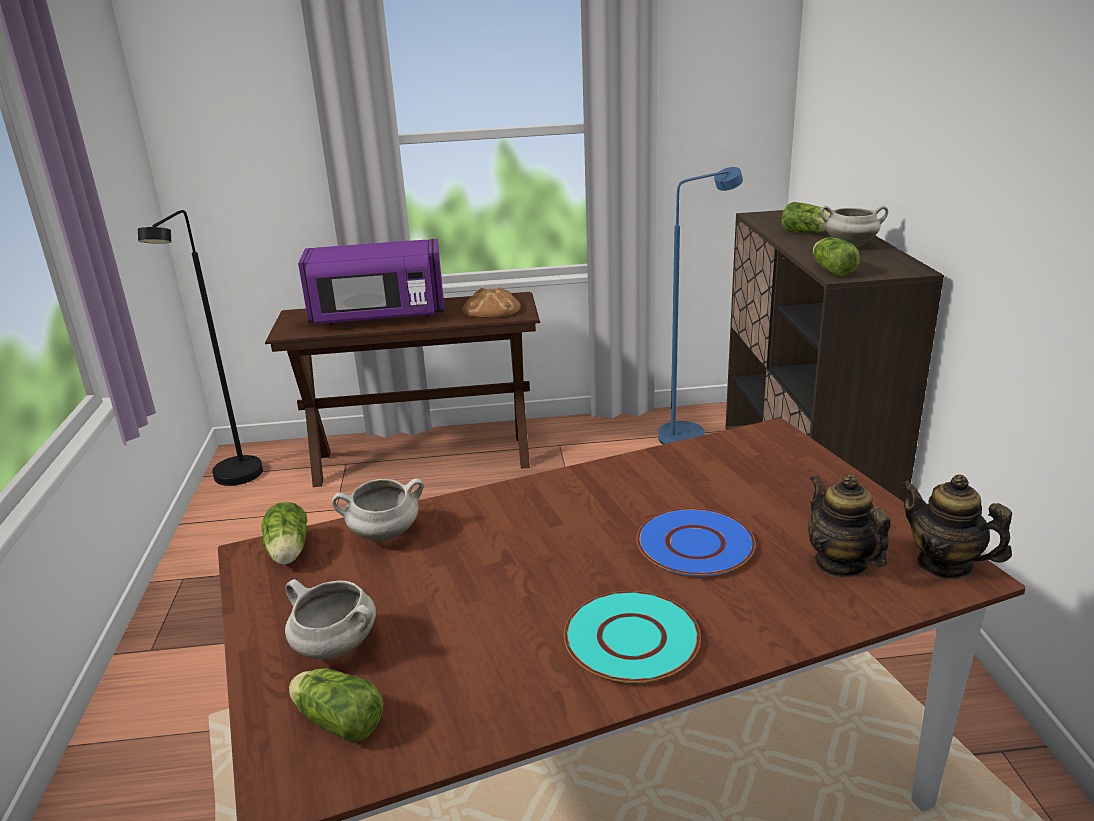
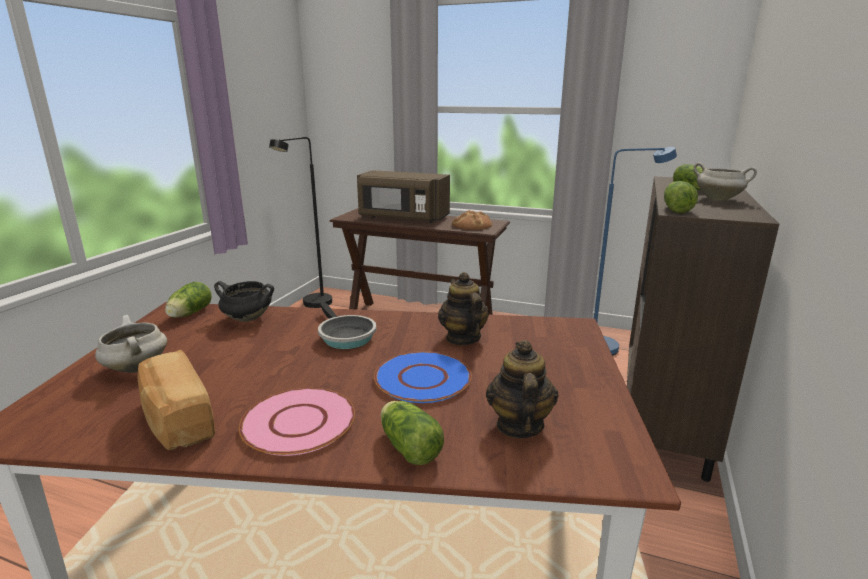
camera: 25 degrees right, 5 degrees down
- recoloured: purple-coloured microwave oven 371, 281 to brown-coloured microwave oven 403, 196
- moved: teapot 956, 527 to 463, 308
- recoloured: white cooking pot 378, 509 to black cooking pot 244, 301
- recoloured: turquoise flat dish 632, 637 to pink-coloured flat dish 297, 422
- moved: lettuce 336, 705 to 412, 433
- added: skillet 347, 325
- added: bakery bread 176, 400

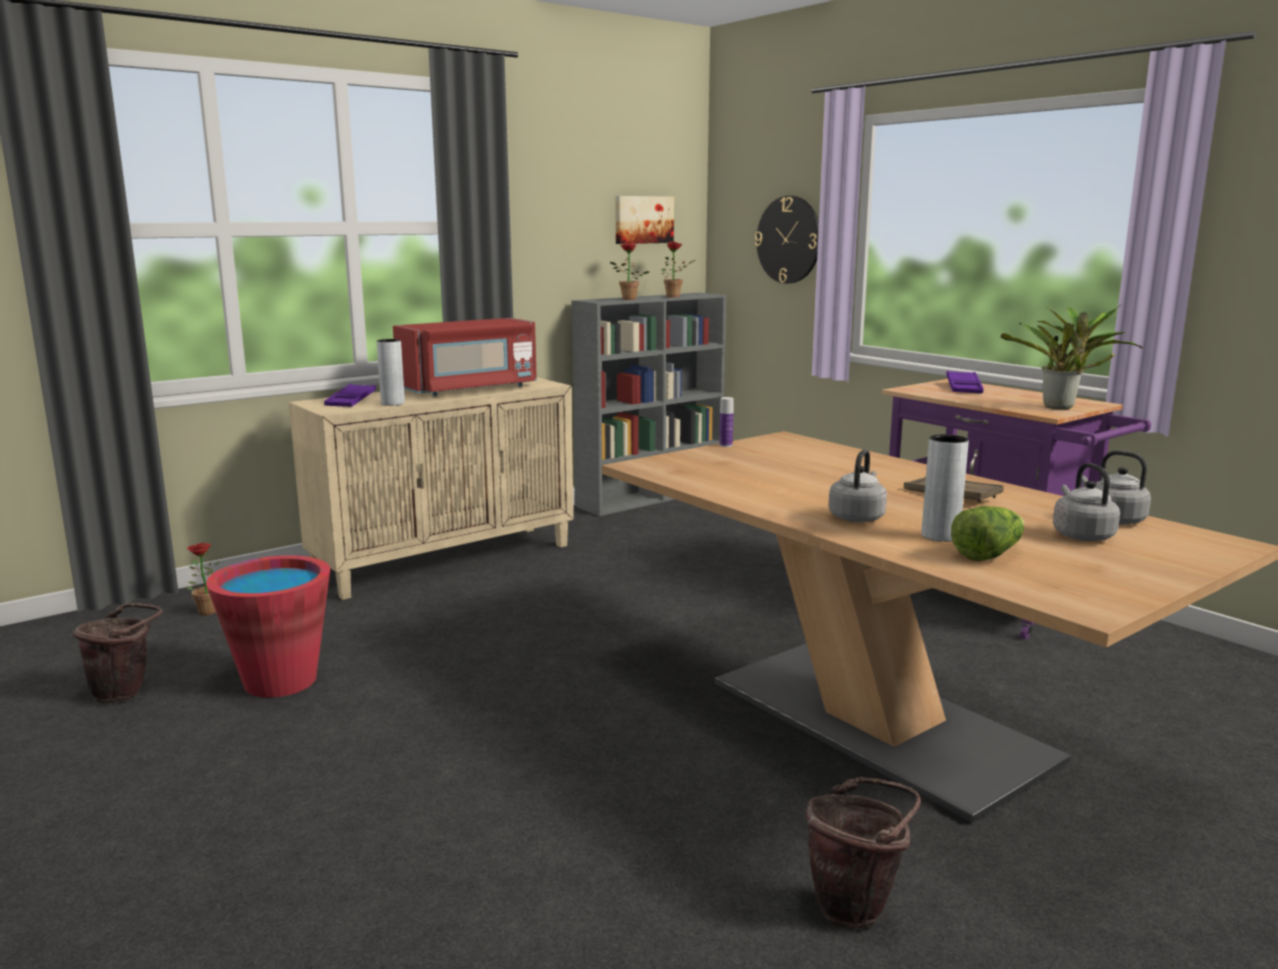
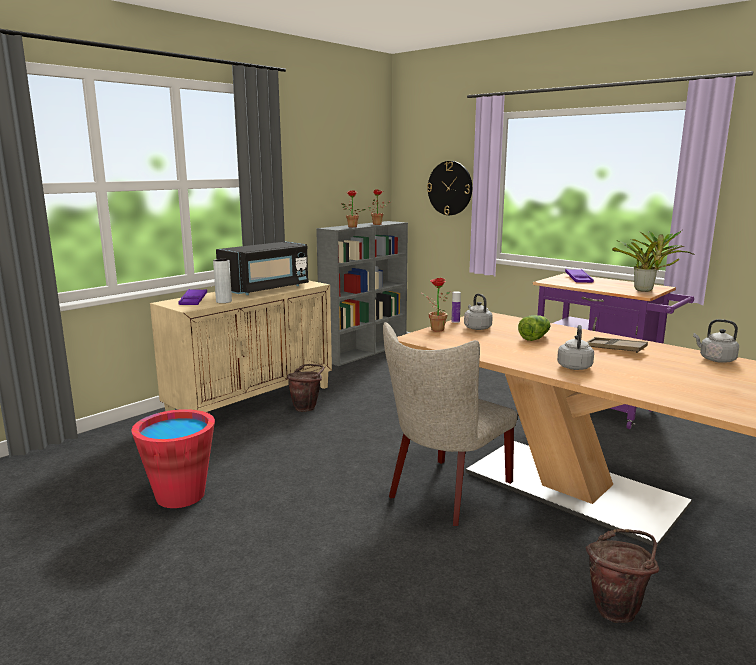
camera: 10 degrees left, 0 degrees up
- removed: wall picture 644, 220
- recoloured: red microwave oven 465, 357 to black microwave oven 262, 268
- removed: greyish decorative vase 945, 488
- moved: greyish tea kettle 1086, 502 to 478, 312
- moved: lettuce 987, 533 to 534, 328
- moved: houseplant 203, 579 to 435, 305
- moved: brown-coloured water bucket 117, 653 to 305, 388
- added: beige chair 450, 424

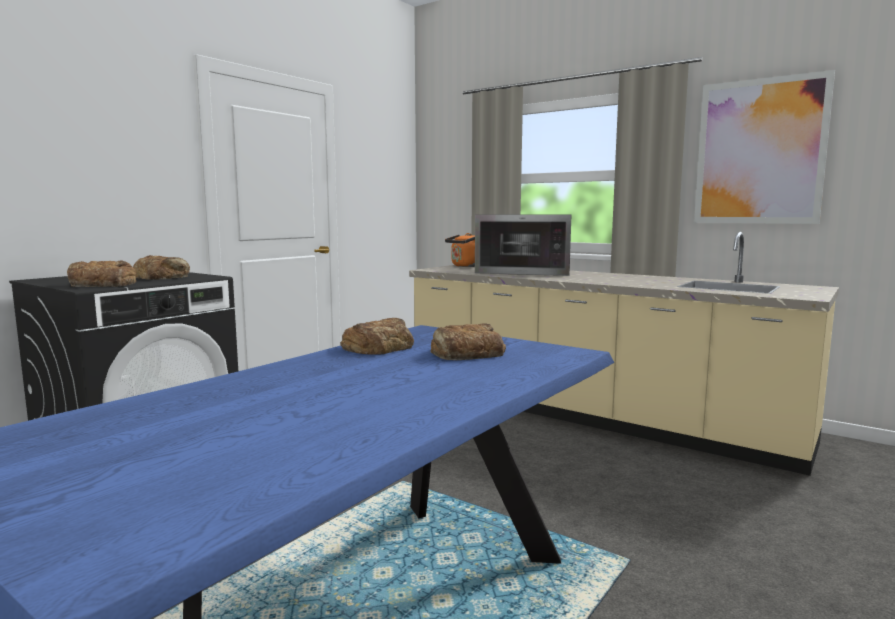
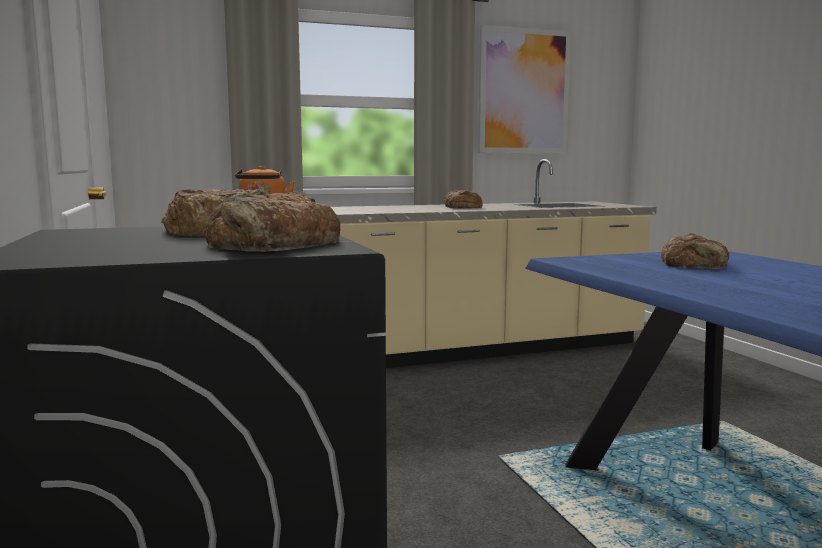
camera: 55 degrees left, 0 degrees up
- removed: microwave oven 523, 245
- moved: bakery bread 377, 336 to 463, 199

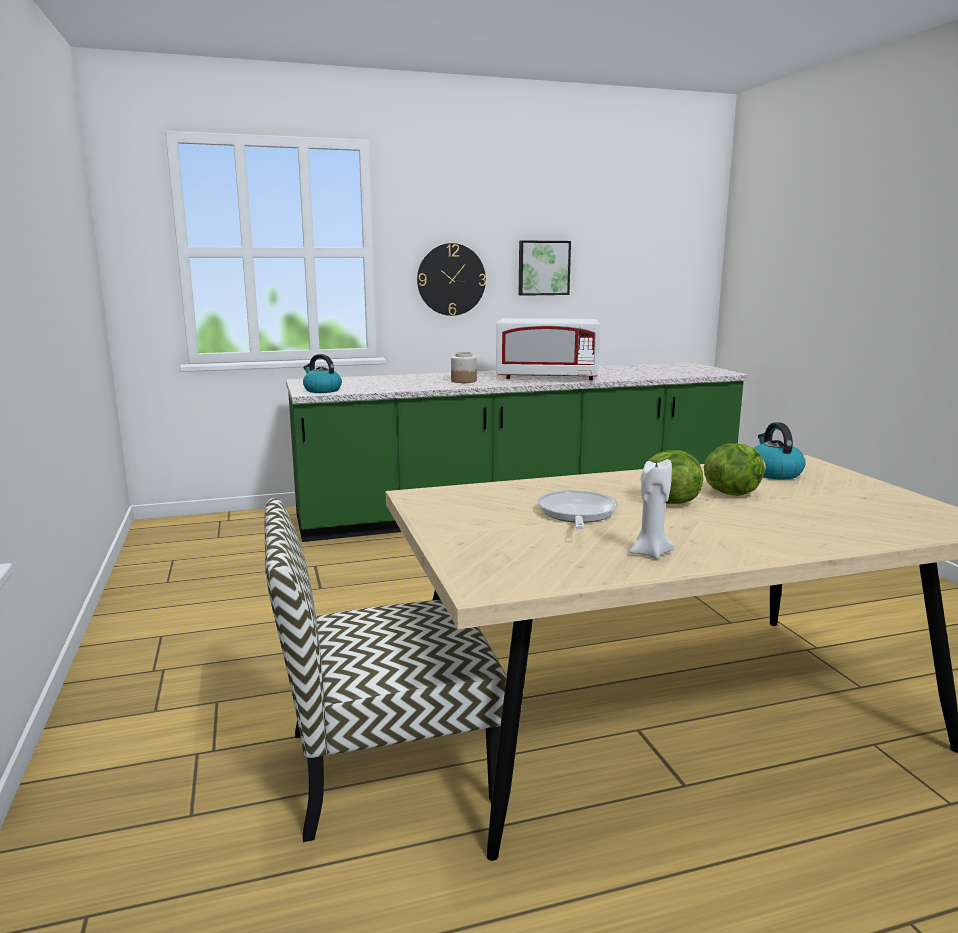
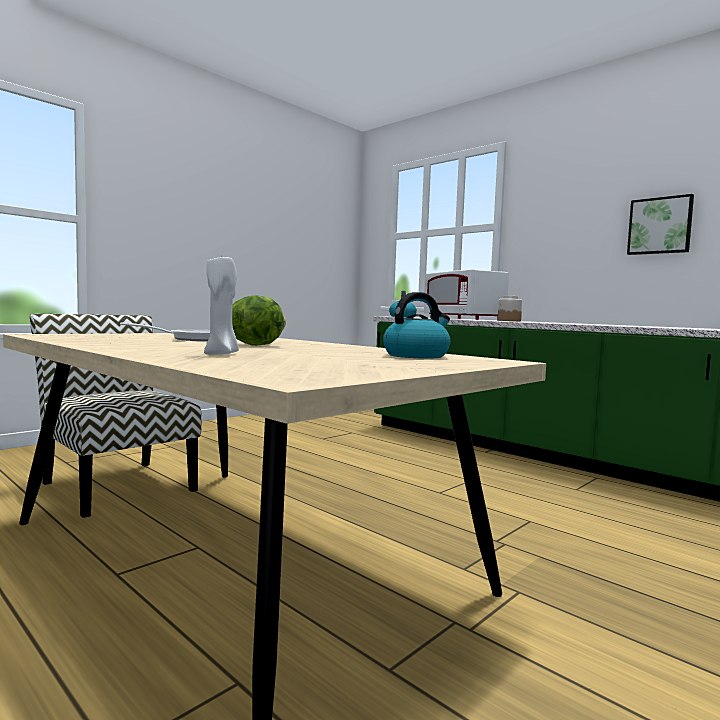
camera: 60 degrees right, 10 degrees down
- removed: wall clock 451, 279
- moved: white microwave oven 548, 349 to 466, 294
- removed: lettuce 735, 469
- moved: white wax light 652, 509 to 221, 306

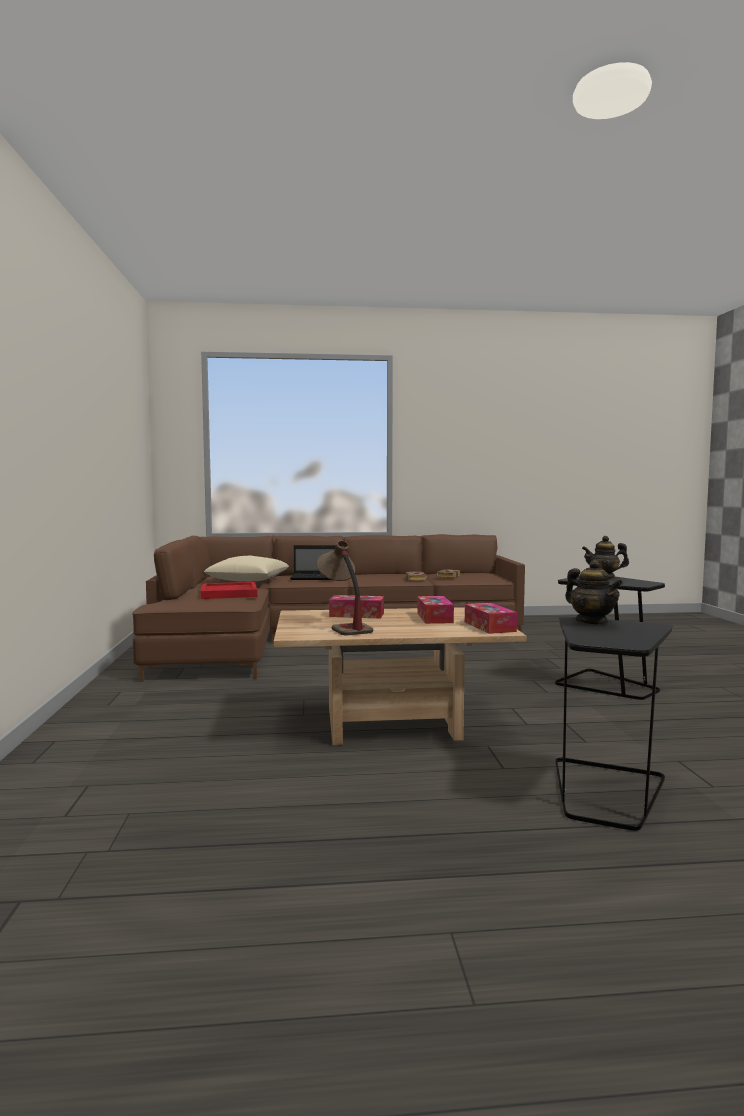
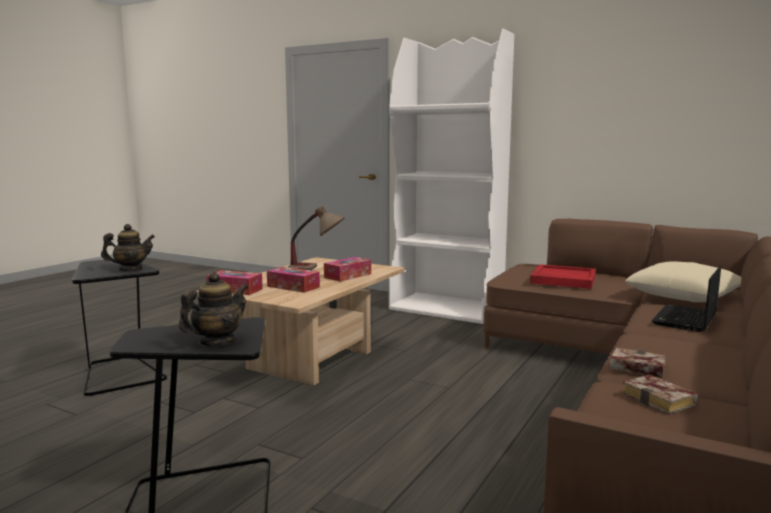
camera: 125 degrees right, 5 degrees up
- turned: teapot 594, 592 = 128, 247 150 degrees clockwise
- added: white bookshelf 451, 176

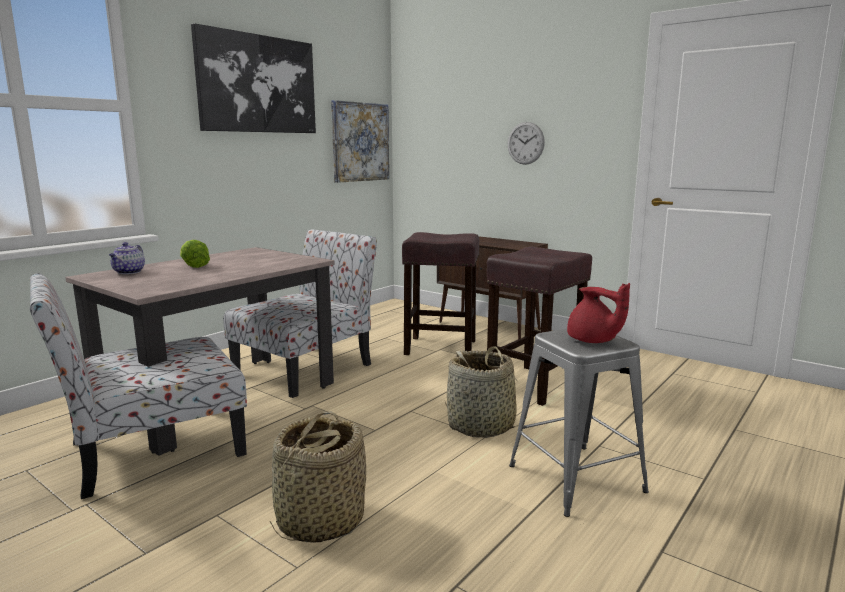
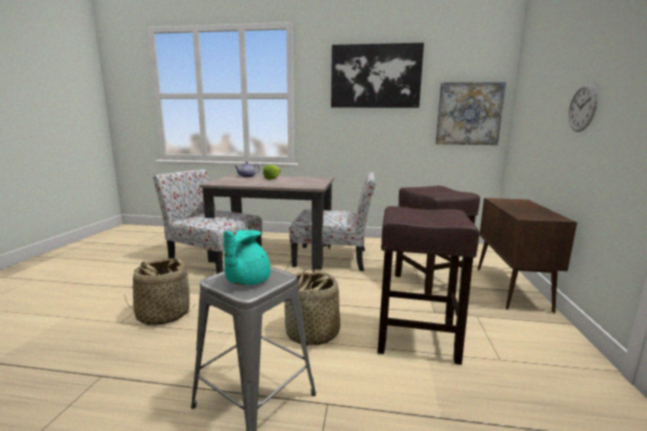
camera: 60 degrees right, 0 degrees up
- recoloured: red teapot 598, 313 to turquoise teapot 246, 257

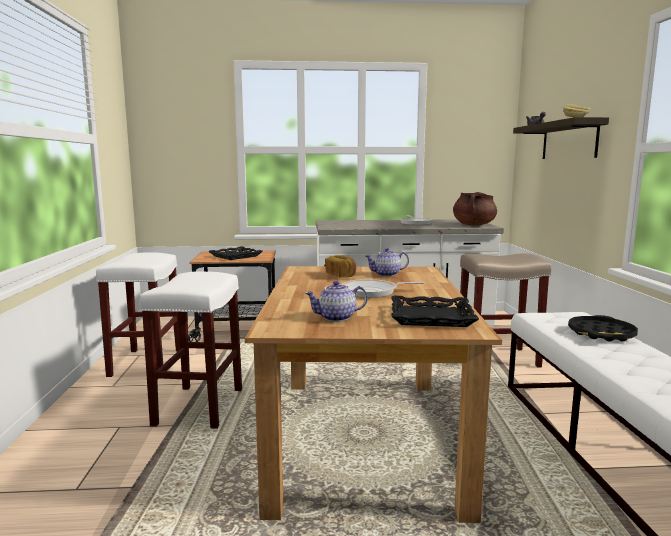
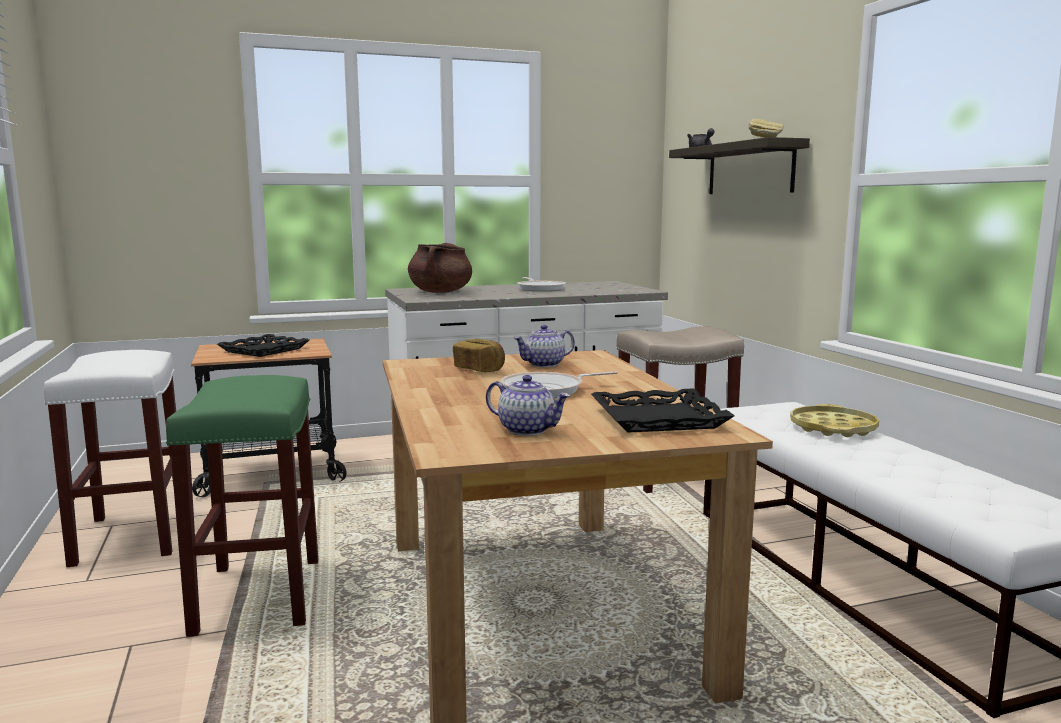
camera: 15 degrees left, 0 degrees up
- moved: brown-coloured cooking pot 475, 209 to 440, 268
- recoloured: white stool 191, 350 to green-coloured stool 242, 506
- turned: teapot 336, 301 = 528, 405 120 degrees counterclockwise
- recoloured: black tray 603, 328 to yellow tray 834, 420

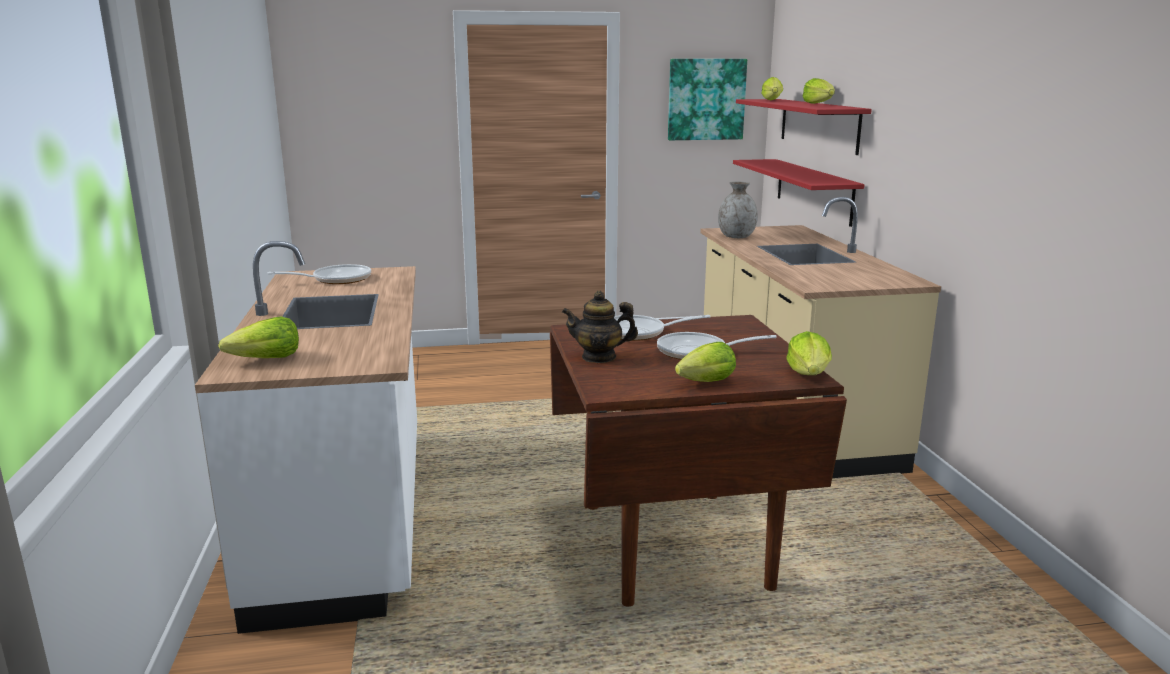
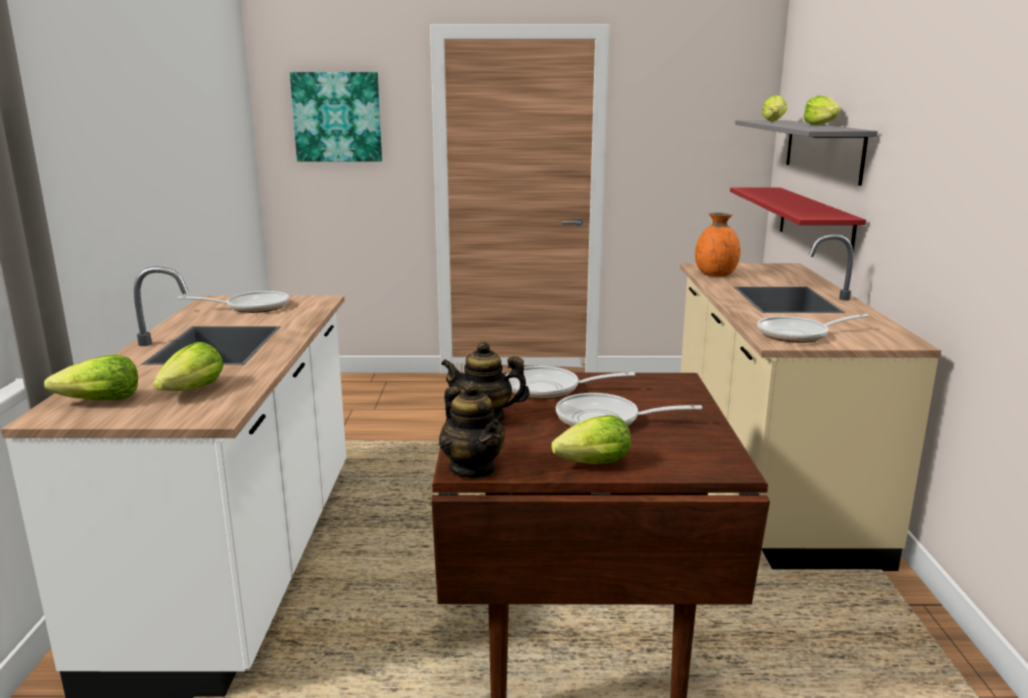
camera: 10 degrees right, 0 degrees up
- moved: wall picture 707, 99 to 336, 117
- recoloured: red shelf 804, 127 to greyish shelf 806, 153
- recoloured: greyish decorative vase 738, 209 to orangey decorative vase 718, 244
- moved: lettuce 809, 353 to 188, 366
- added: skillet 813, 328
- added: teapot 472, 429

